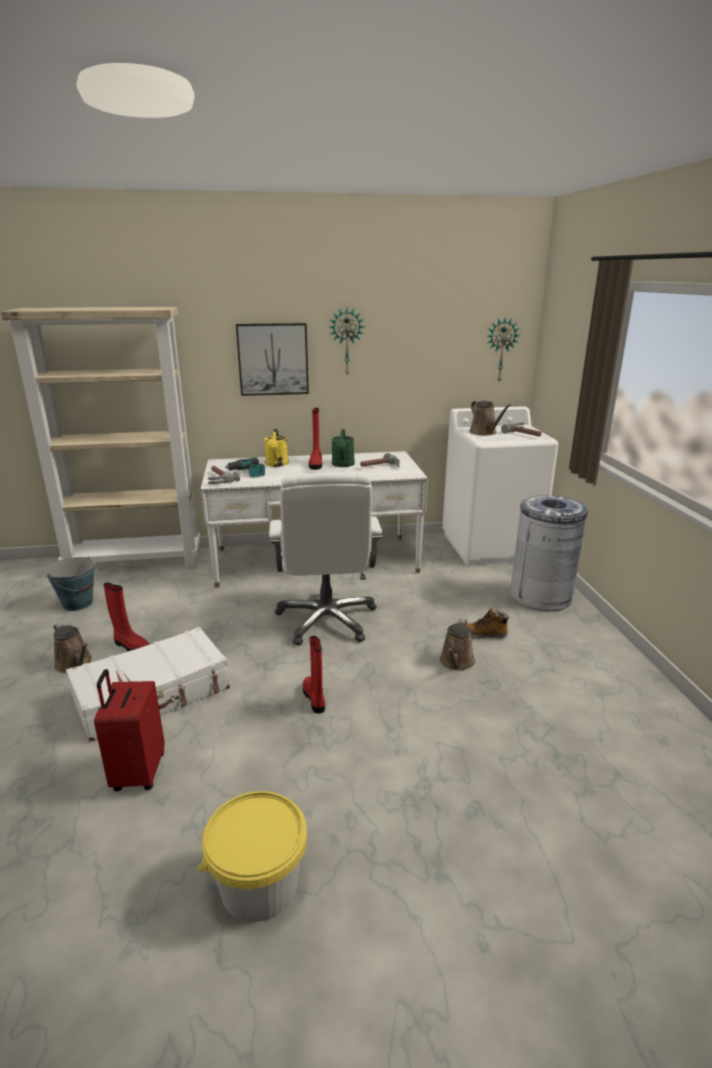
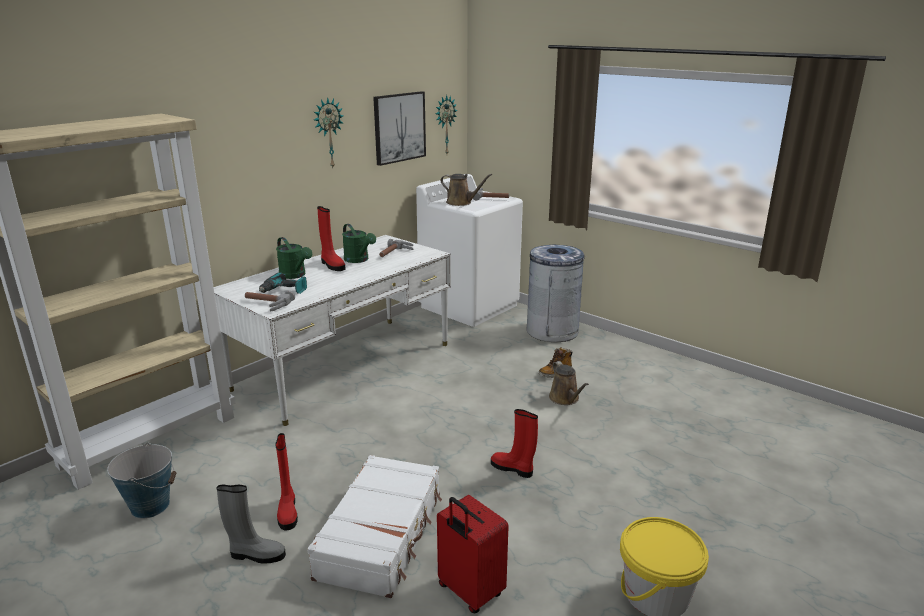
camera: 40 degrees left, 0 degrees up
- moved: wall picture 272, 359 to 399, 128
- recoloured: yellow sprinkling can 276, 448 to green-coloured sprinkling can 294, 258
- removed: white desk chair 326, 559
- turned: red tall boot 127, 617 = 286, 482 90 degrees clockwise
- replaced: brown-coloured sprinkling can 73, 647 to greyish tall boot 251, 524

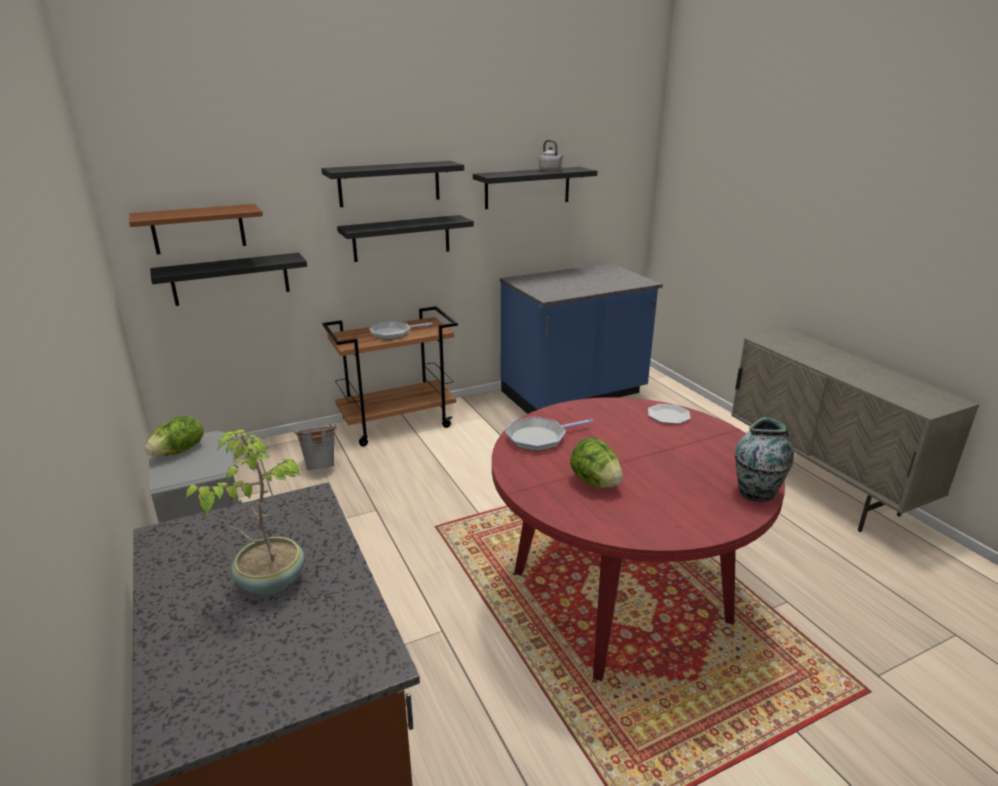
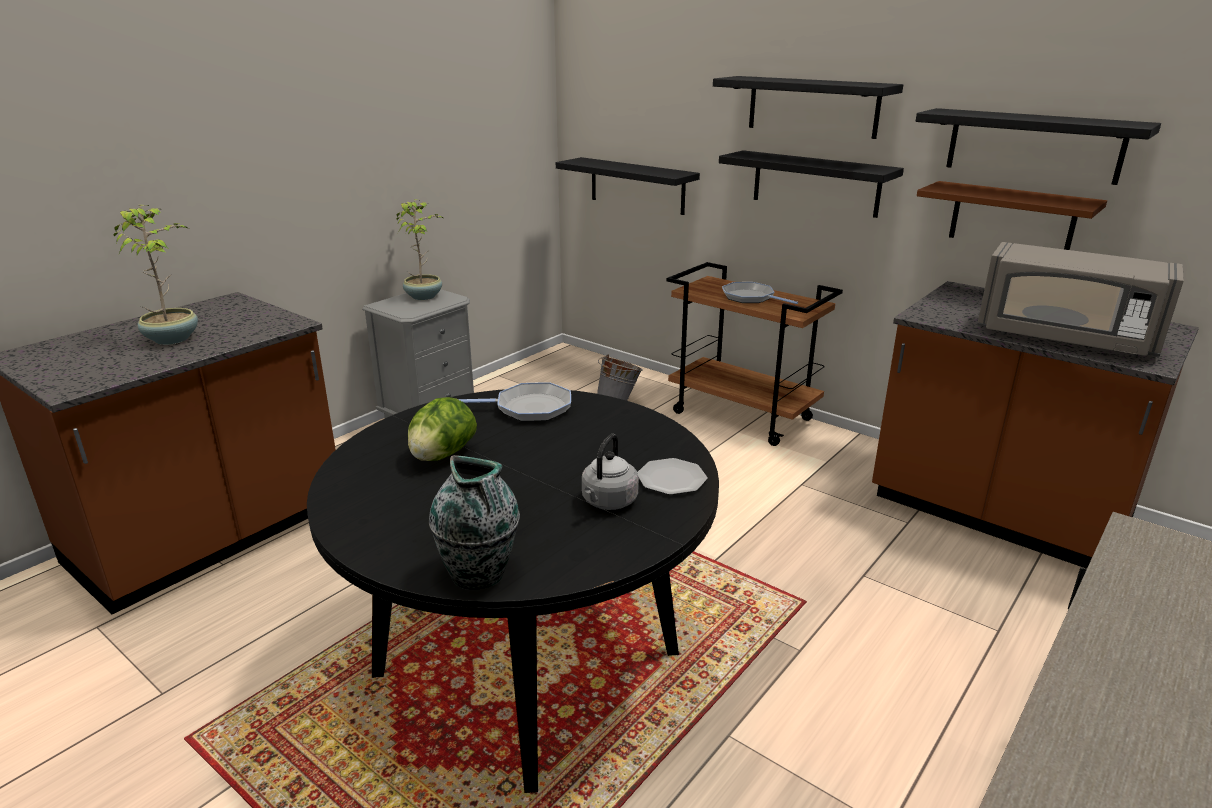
camera: 65 degrees right, 0 degrees up
- moved: greyish tea kettle 551, 155 to 610, 472
- moved: brown-coloured shelf 196, 229 to 1012, 215
- recoloured: blue-coloured kitchen base unit 581, 338 to brown-coloured kitchen base unit 1035, 425
- recoloured: red dinner table 638, 539 to black dinner table 513, 591
- replaced: lettuce 174, 436 to houseplant 420, 249
- turned: skillet 549, 434 = 514, 402 135 degrees clockwise
- added: greyish microwave oven 1080, 299

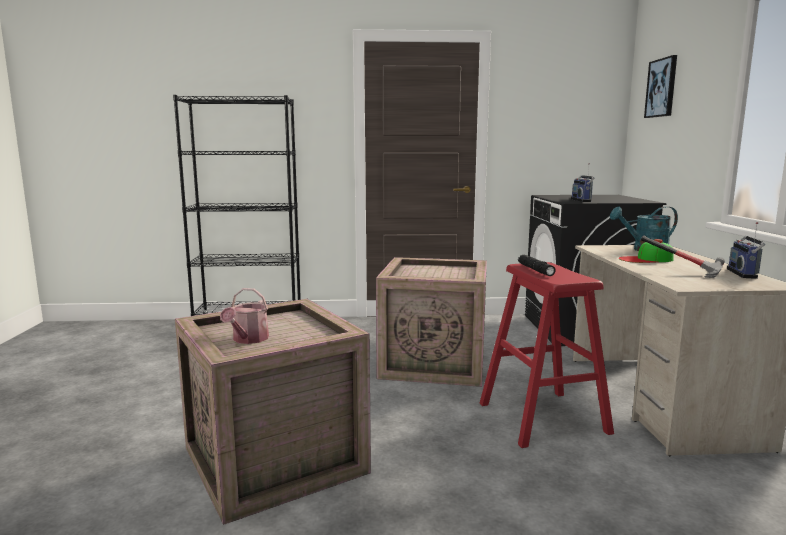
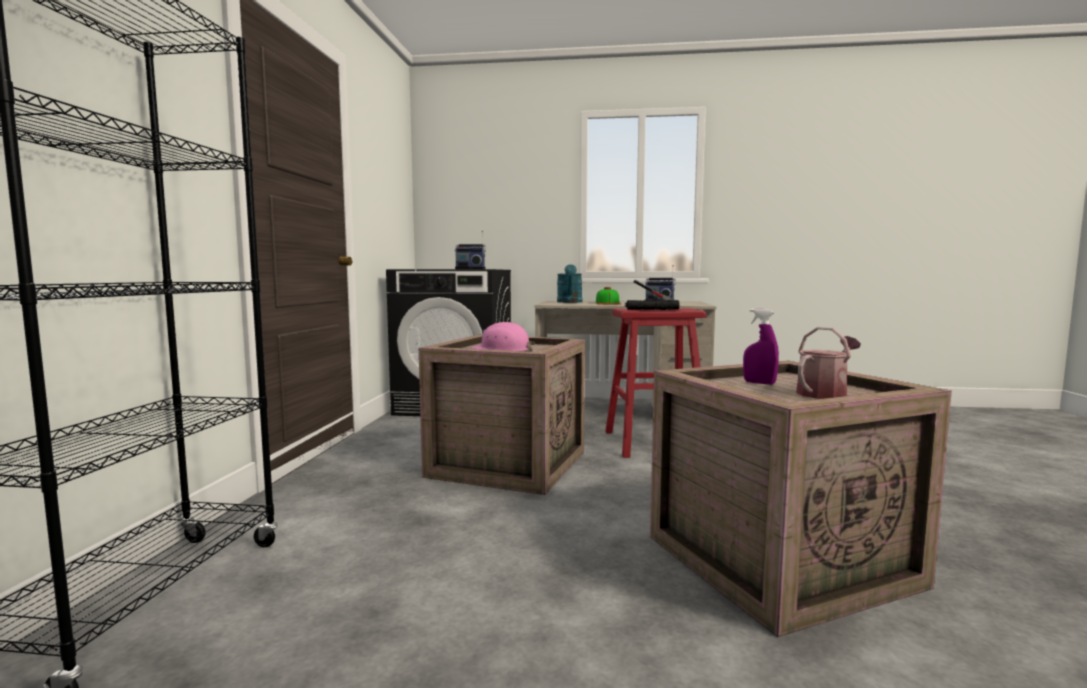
camera: 80 degrees left, 5 degrees down
- removed: wall picture 660, 86
- turned: sprinkling can 244, 316 = 828, 363 60 degrees counterclockwise
- added: purple-coloured sprayer 761, 346
- added: pink-coloured hard hat 503, 336

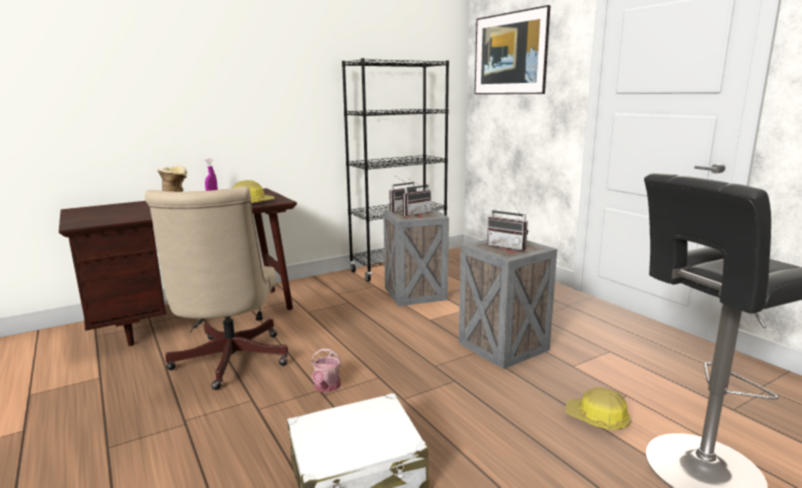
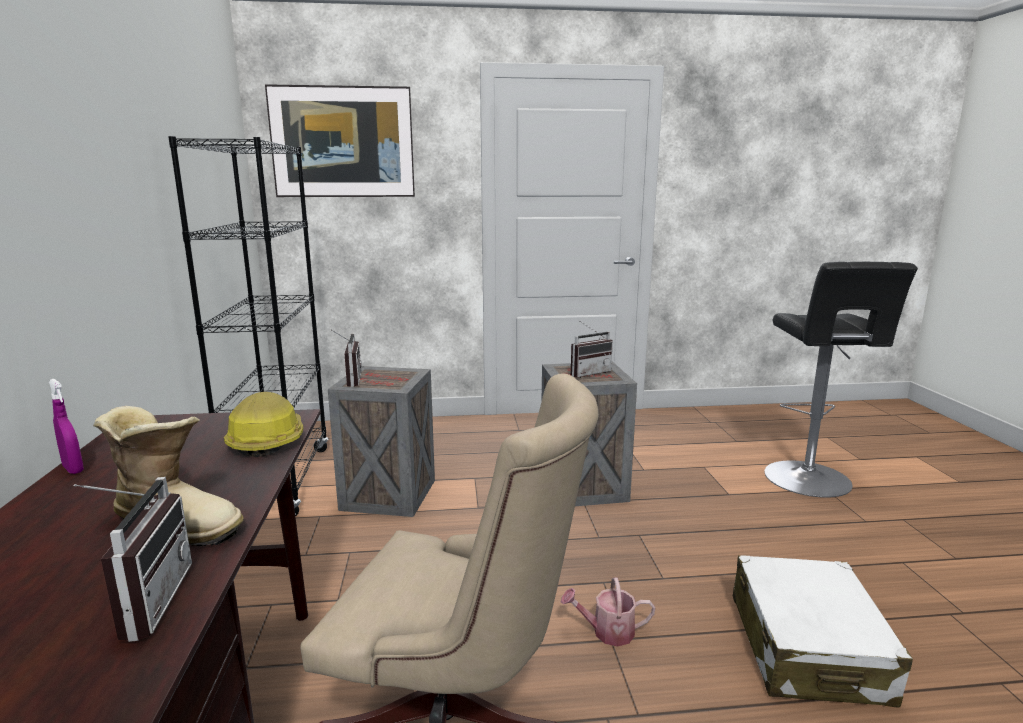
camera: 65 degrees left, 0 degrees up
- moved: radio set 417, 196 to 133, 559
- turned: sprinkling can 326, 370 = 608, 612 150 degrees clockwise
- removed: hard hat 598, 409

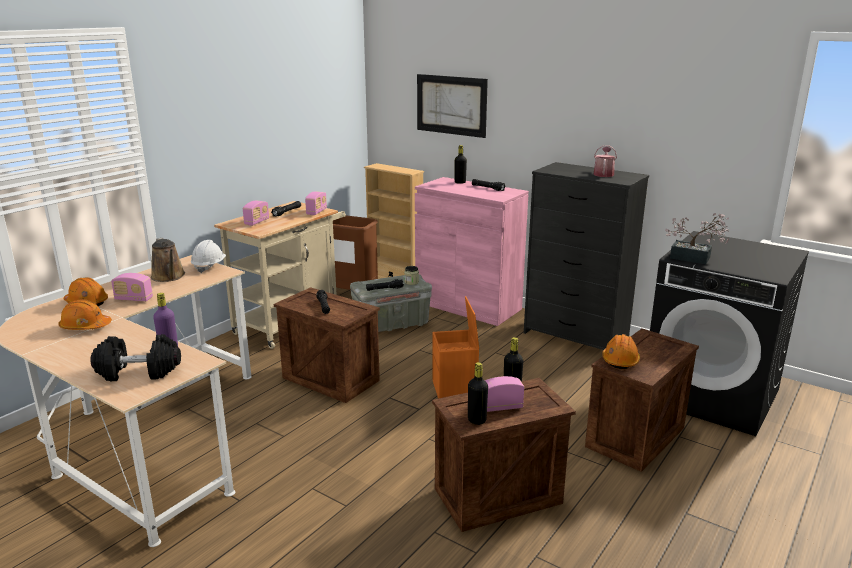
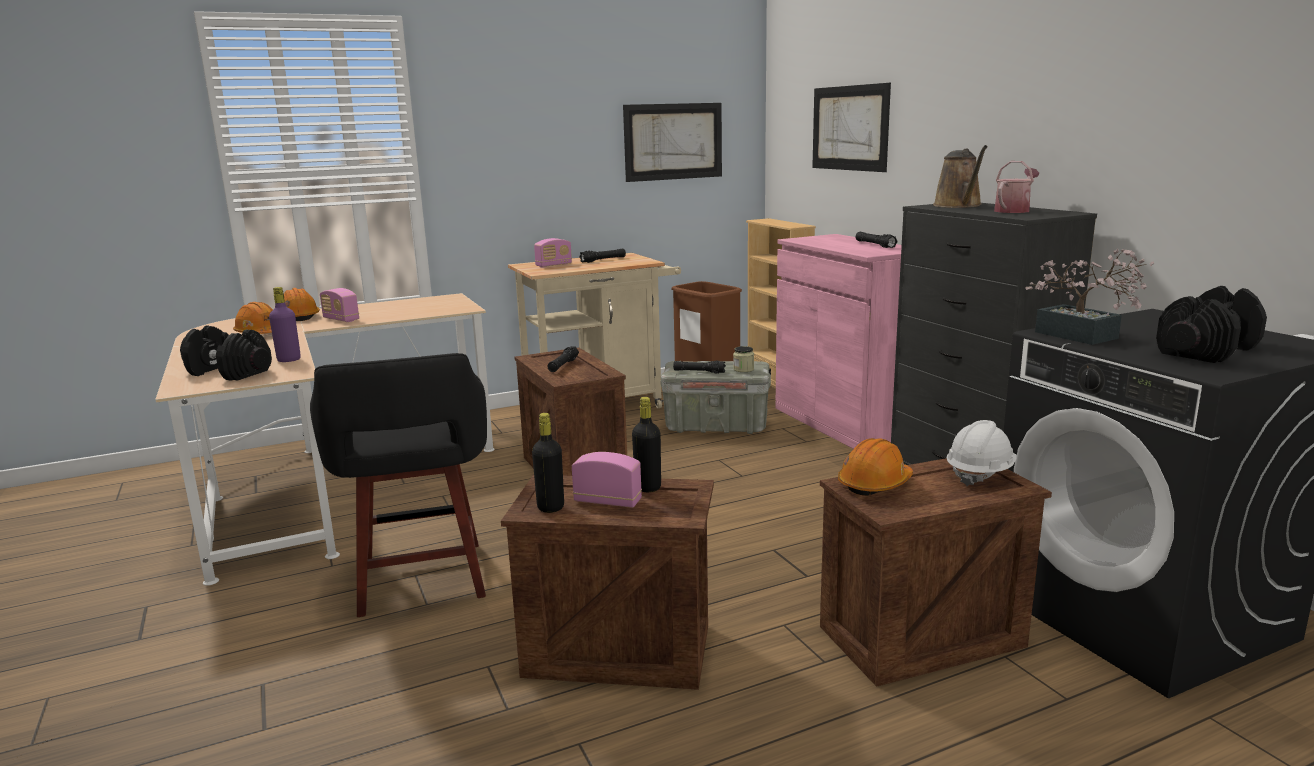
camera: 30 degrees right, 5 degrees down
- removed: black drink bottle 461, 164
- removed: radio set 316, 203
- moved: brown-coloured sprinkling can 168, 260 to 960, 176
- moved: white hard hat 208, 256 to 982, 453
- removed: orangey storage bin 455, 347
- added: wall picture 672, 142
- added: black free weight 1211, 324
- added: black stool 398, 485

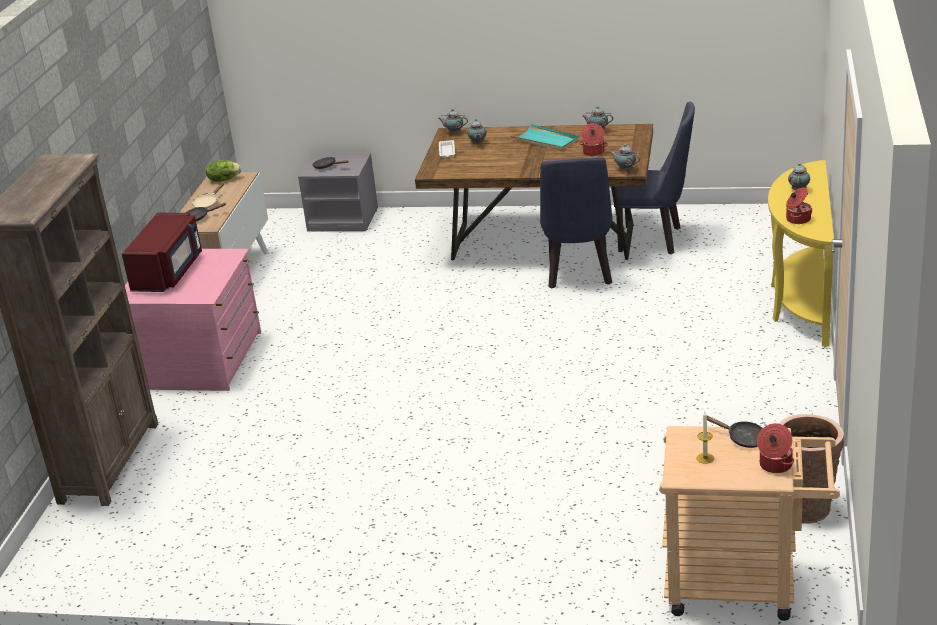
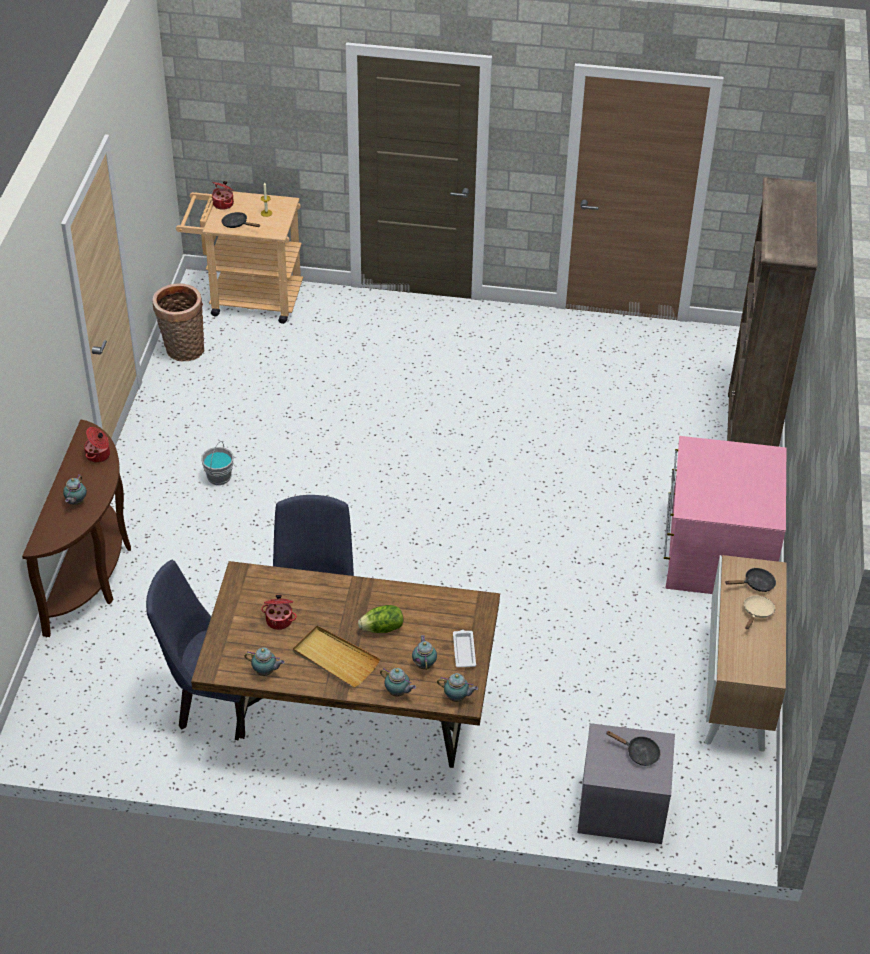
camera: 175 degrees right, 15 degrees up
- recoloured: turquoise tray 545, 137 to beige tray 336, 656
- moved: teapot 625, 157 to 398, 682
- moved: lettuce 224, 171 to 380, 619
- recoloured: yellow console table 801, 253 to brown-coloured console table 76, 528
- removed: red microwave oven 162, 252
- added: greyish water bucket 217, 463

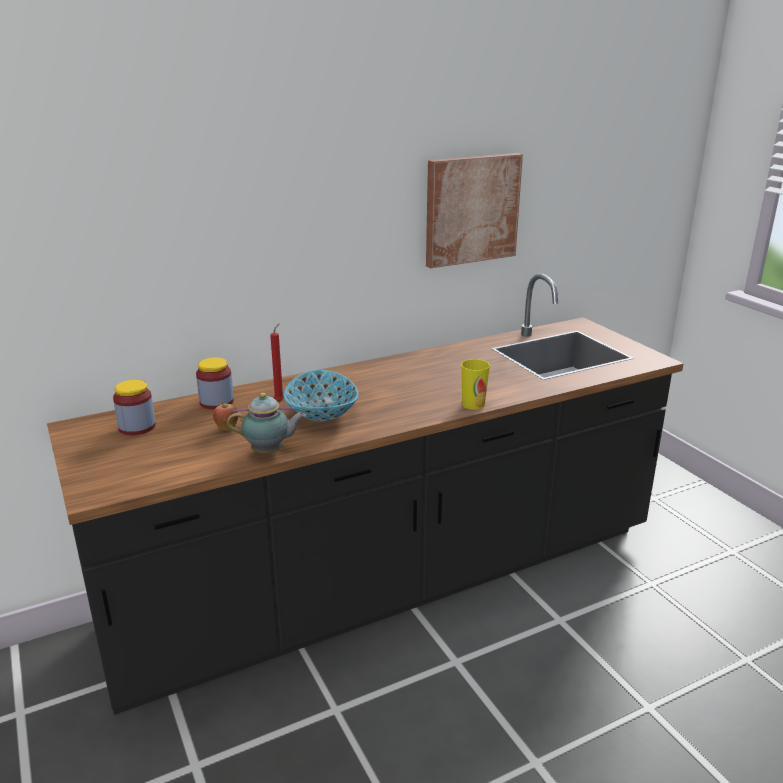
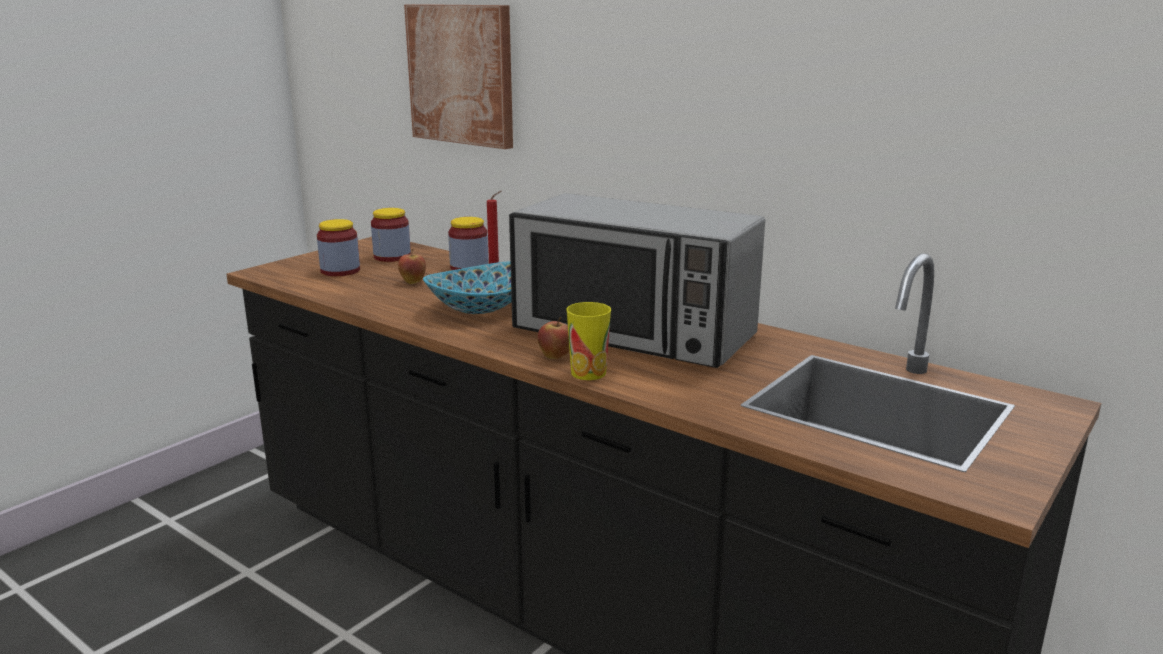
camera: 65 degrees right, 5 degrees down
- moved: wall picture 474, 210 to 458, 76
- removed: teapot 266, 423
- added: microwave oven 637, 280
- added: storage jar 338, 247
- added: apple 553, 338

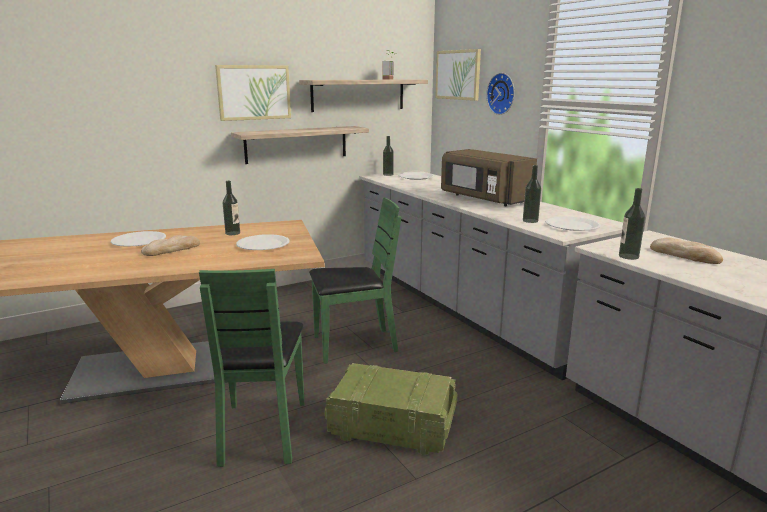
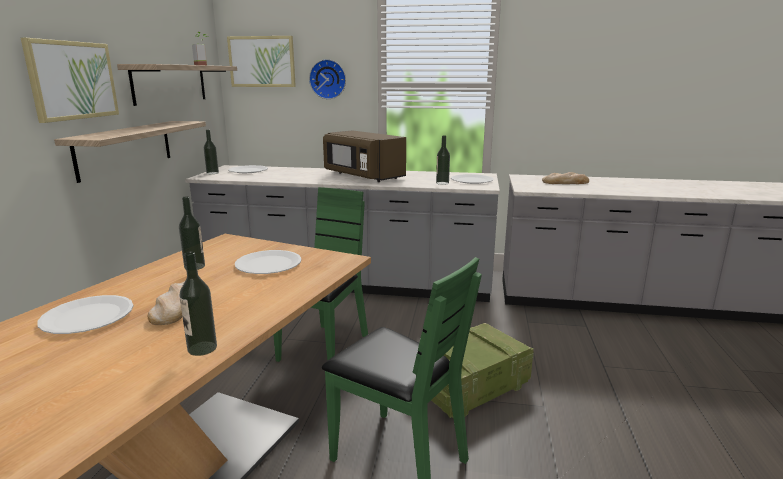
camera: 50 degrees left, 0 degrees up
- turned: brown-coloured microwave oven 489, 177 = 364, 156 45 degrees clockwise
- moved: drink bottle 632, 224 to 198, 304

